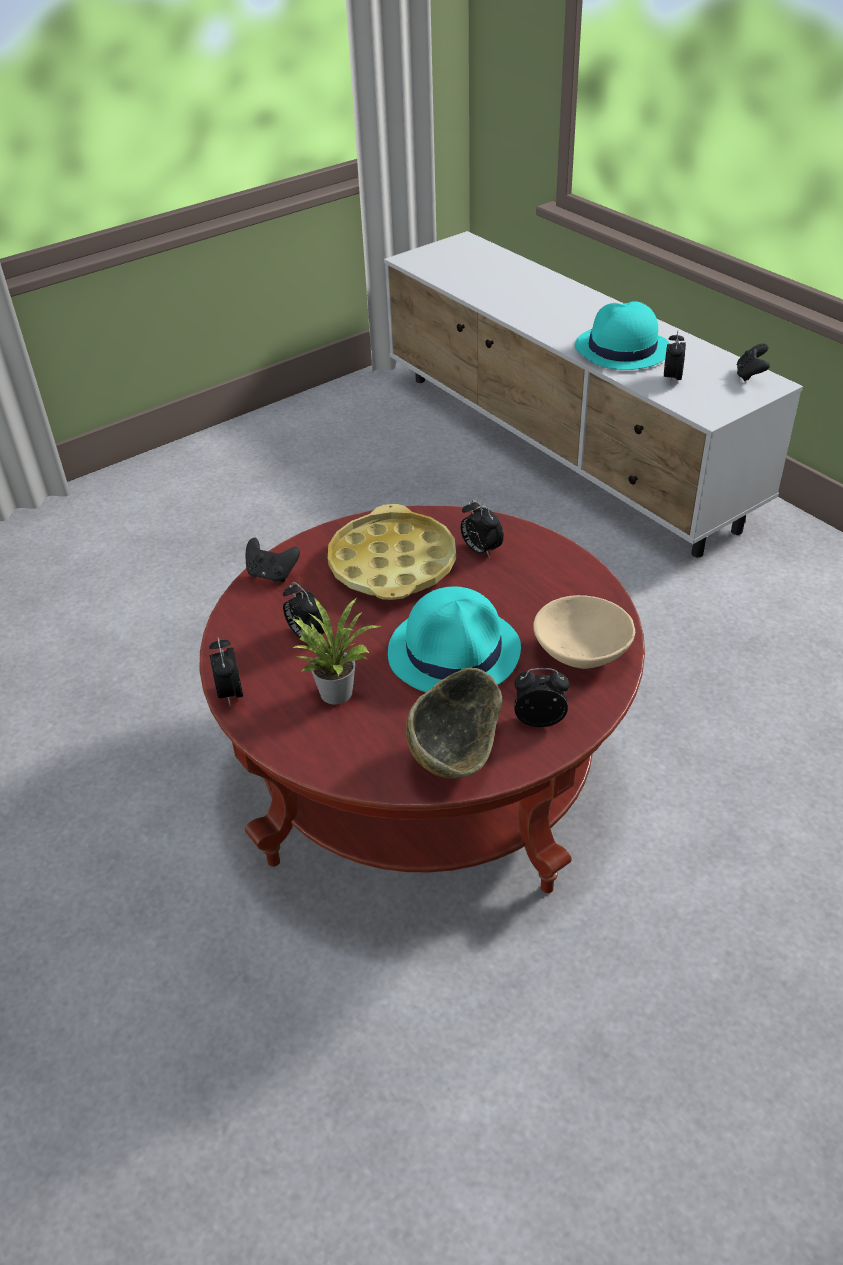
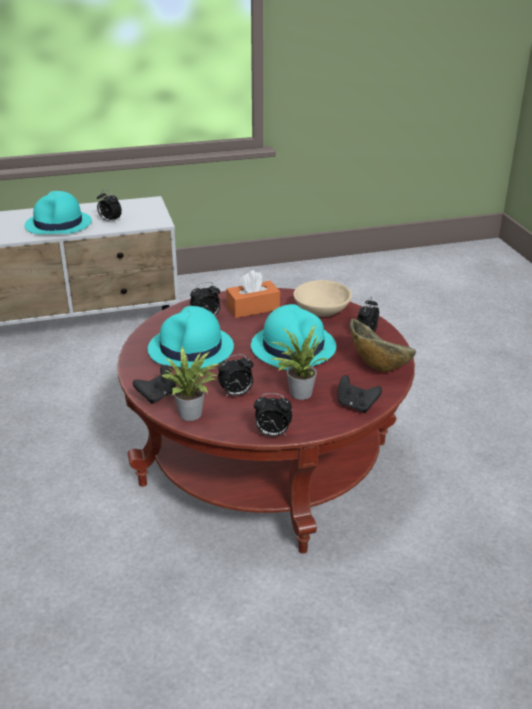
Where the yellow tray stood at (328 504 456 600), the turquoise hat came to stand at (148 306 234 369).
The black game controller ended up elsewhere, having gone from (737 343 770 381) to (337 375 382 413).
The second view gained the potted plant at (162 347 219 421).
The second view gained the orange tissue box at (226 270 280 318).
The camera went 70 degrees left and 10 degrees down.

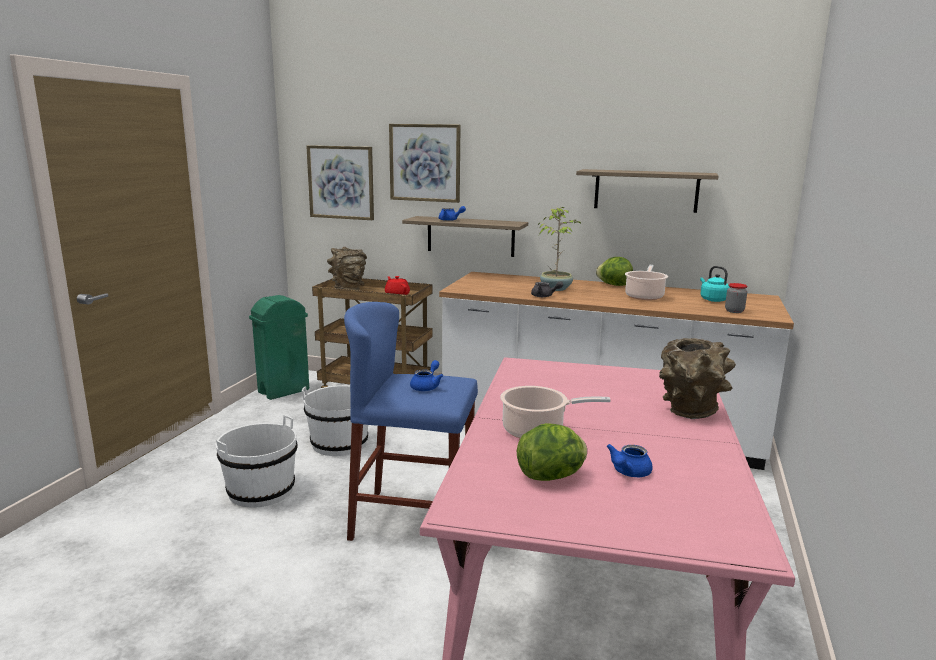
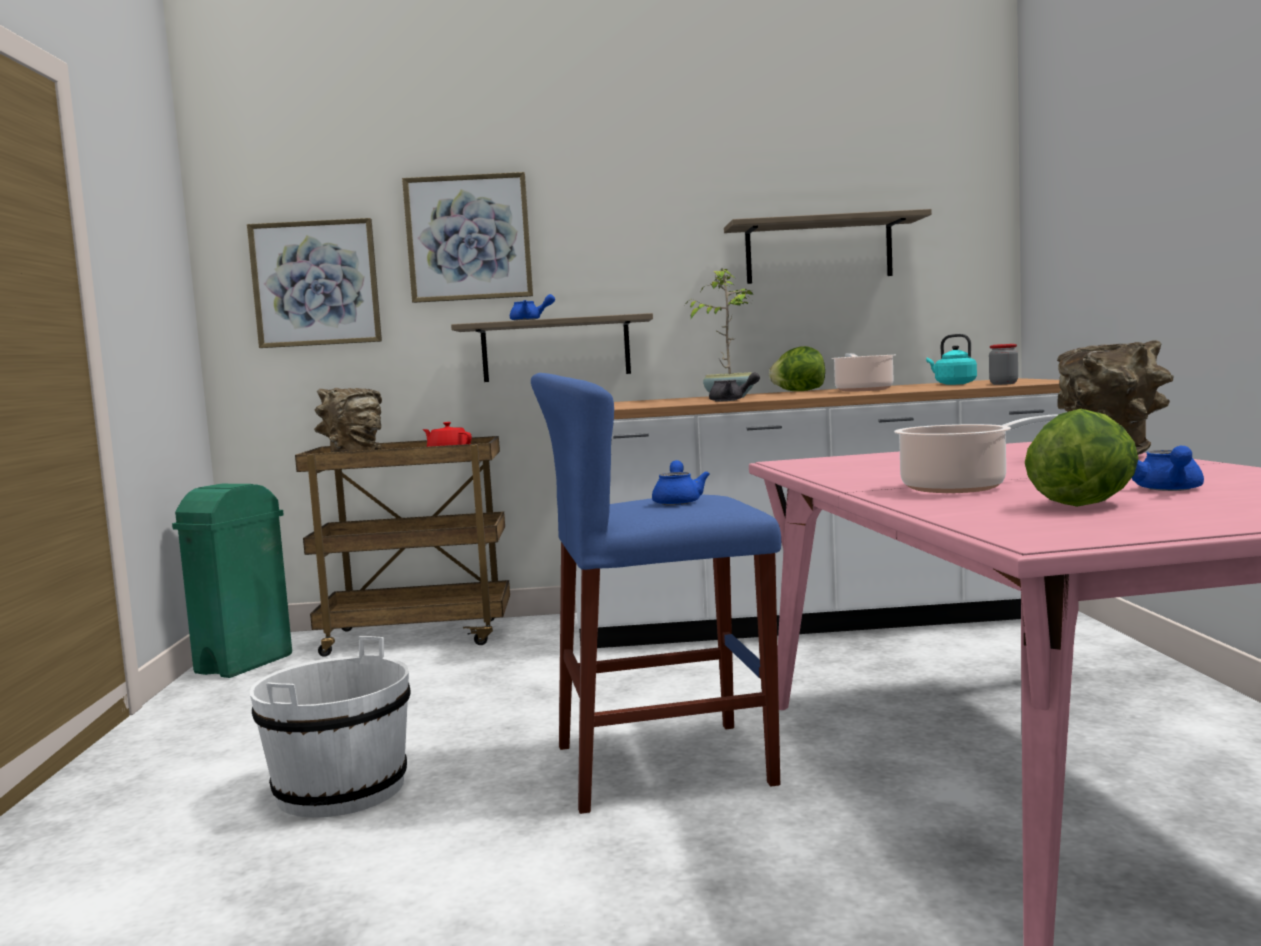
The second view lost the white bucket at (302 385 368 456).
The camera went 20 degrees left and 10 degrees down.

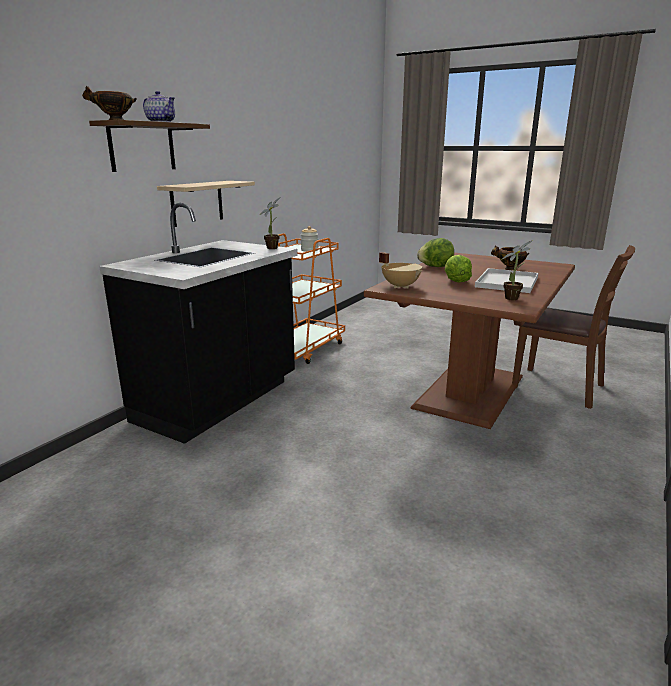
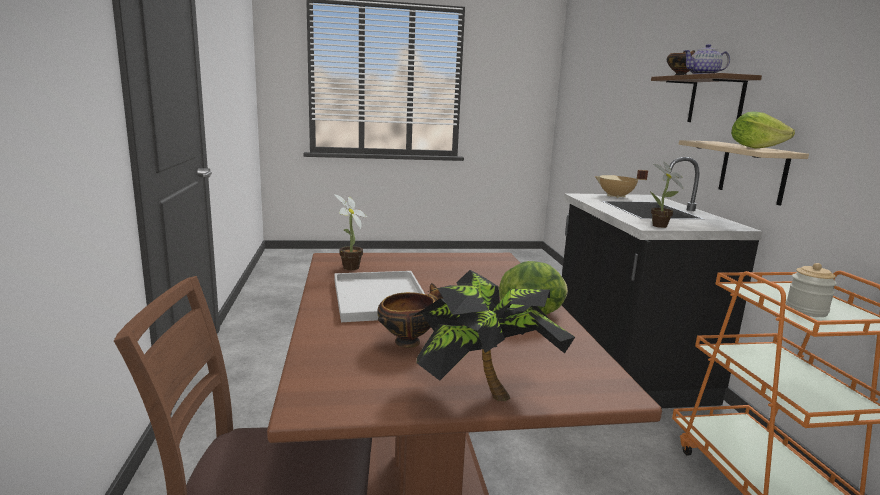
The beige cooking pot ended up elsewhere, having gone from (379 252 422 288) to (594 170 648 198).
The lettuce ended up elsewhere, having gone from (445 255 472 283) to (731 111 795 149).
The second view gained the potted plant at (414 270 575 401).
The camera went 140 degrees right and 5 degrees down.

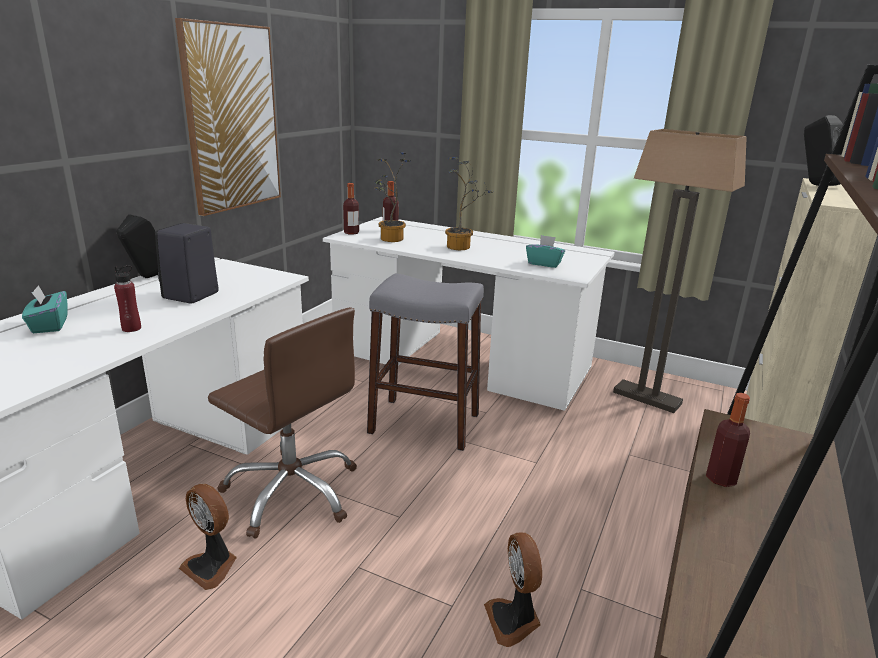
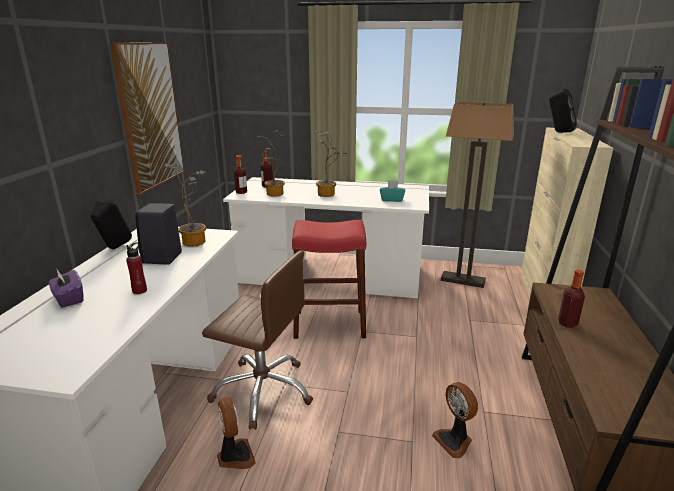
What was the turquoise tissue box at (22 285 68 333) turned into the purple tissue box at (49 270 83 308).
The fan at (179 484 237 590) ended up facing another way, 135 degrees counterclockwise from before.
What was the grey stool at (367 274 484 451) turned into the red stool at (292 220 366 339).
The second view gained the potted plant at (163 162 206 247).
The camera went 15 degrees left and 0 degrees up.

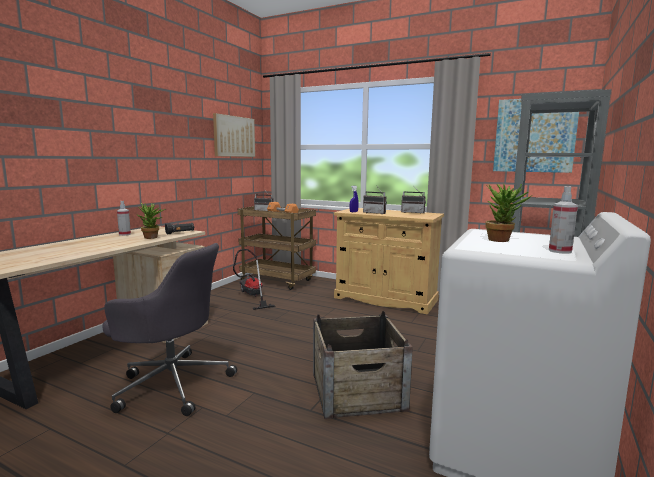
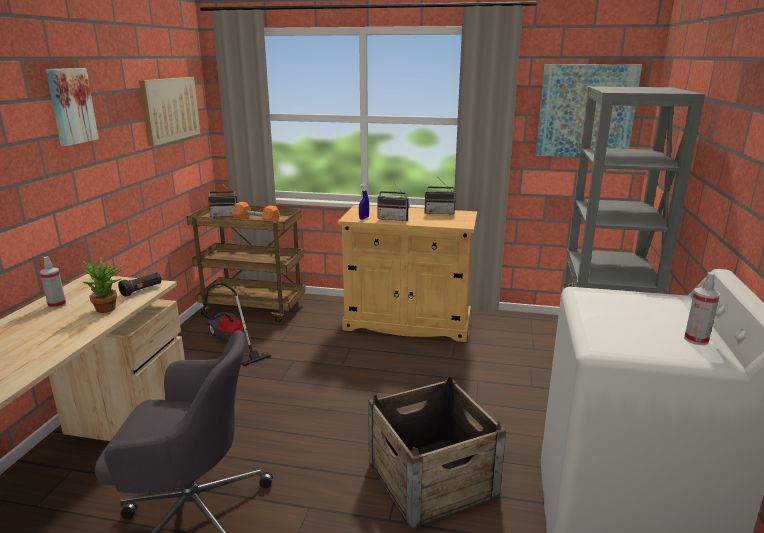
The second view lost the potted plant at (485 184 531 242).
The second view gained the picture at (46 68 99 146).
The camera went 15 degrees left and 10 degrees up.

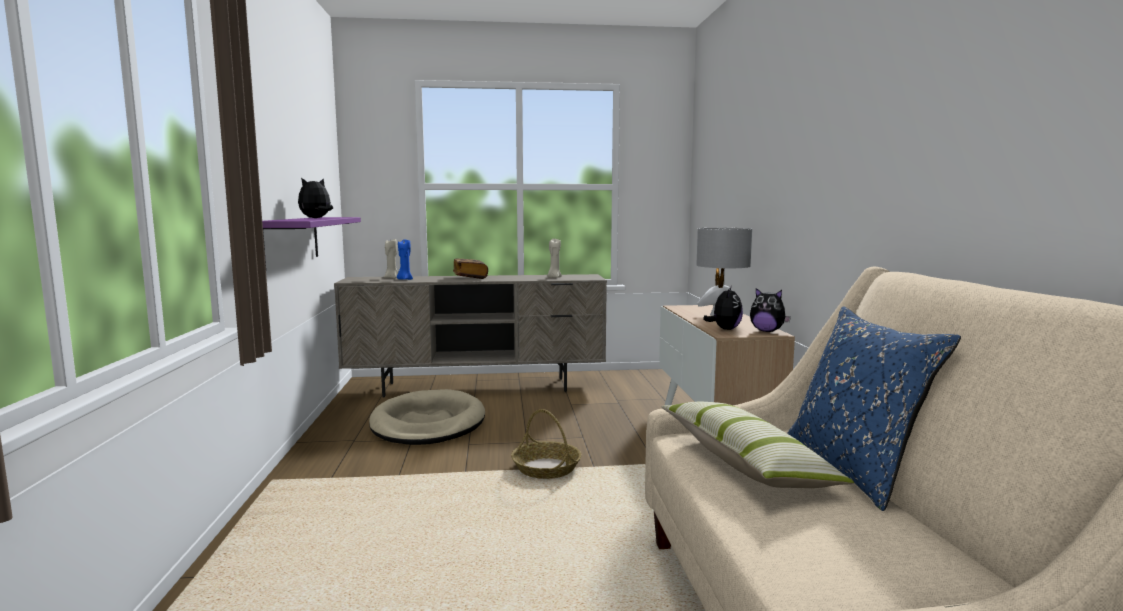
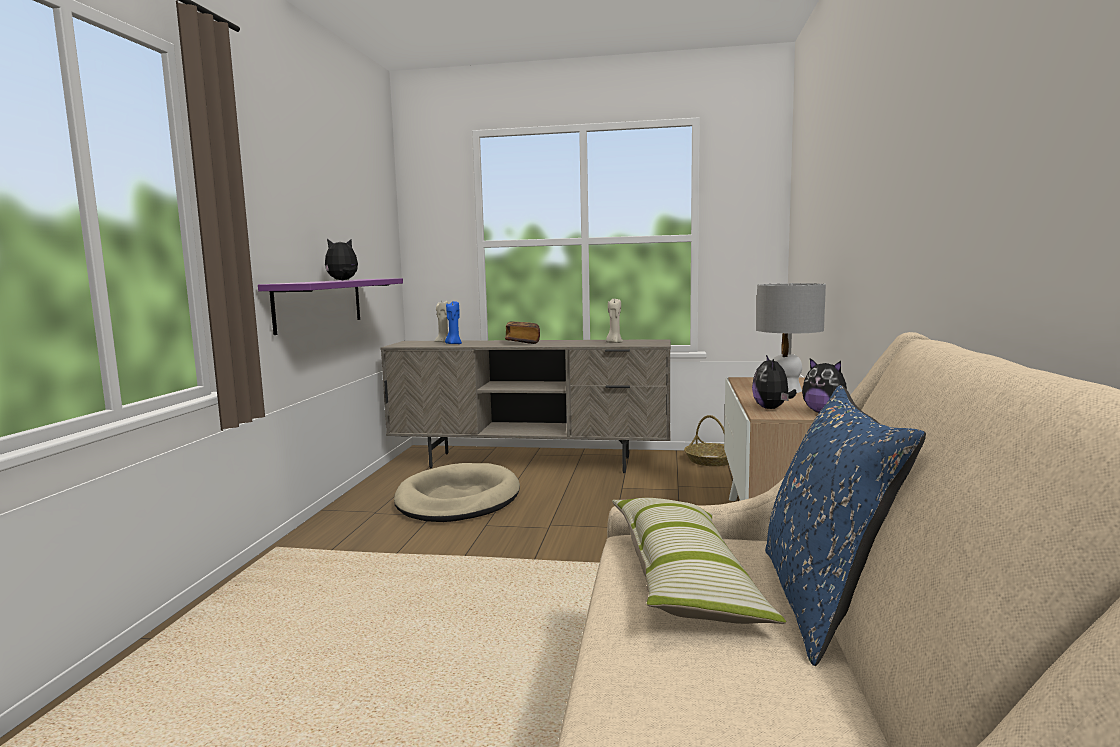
The basket ended up elsewhere, having gone from (511 409 582 479) to (684 415 729 466).
The plush toy at (703 287 743 330) ended up facing another way, 150 degrees clockwise from before.
The camera went 15 degrees right and 0 degrees up.

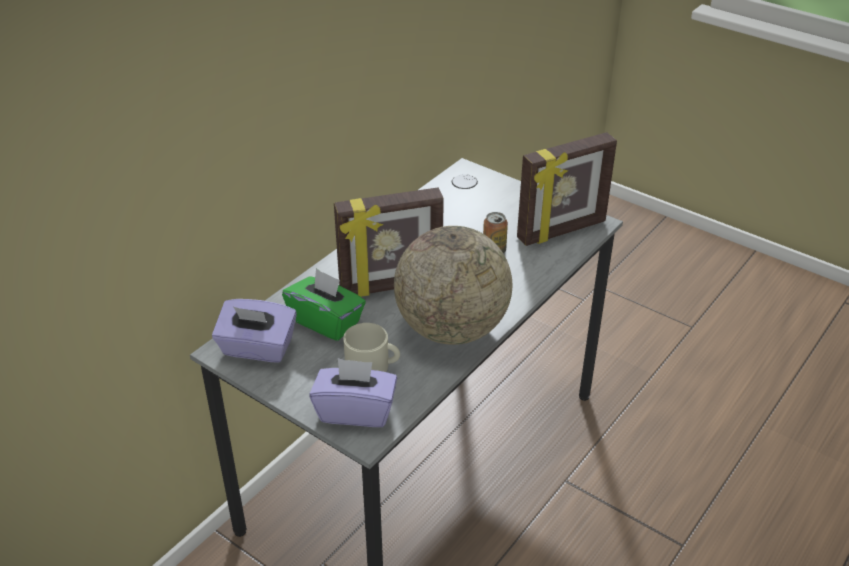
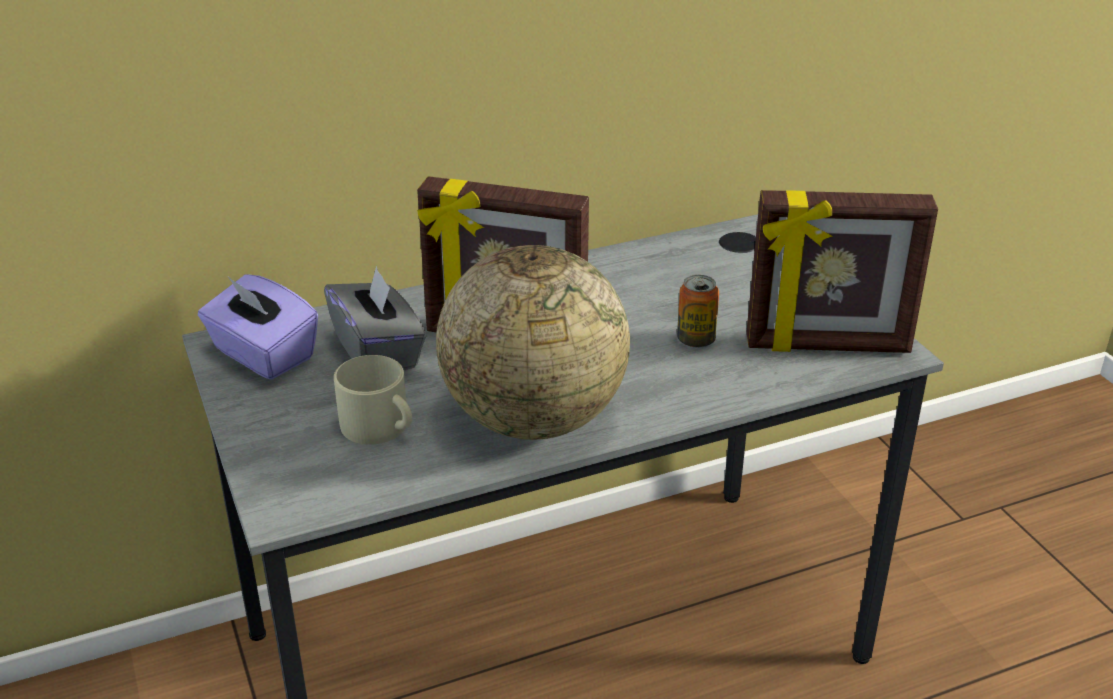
What was the green tissue box at (282 268 366 341) turned into the grey tissue box at (324 266 426 370).
The second view lost the purple tissue box at (309 358 397 427).
The camera went 30 degrees right and 5 degrees down.

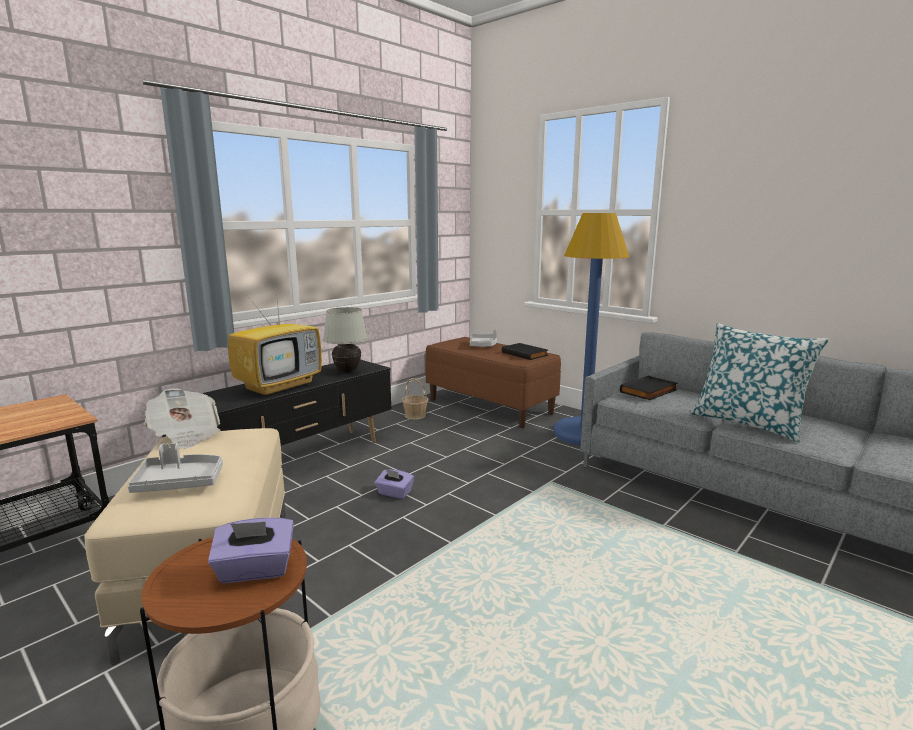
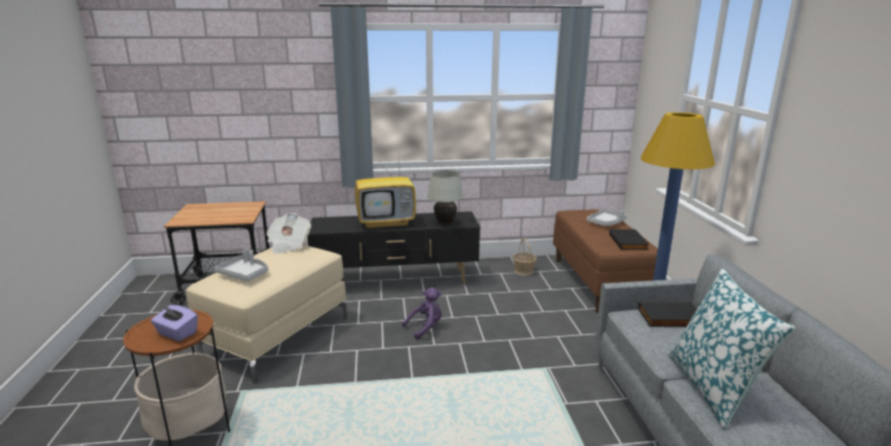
Where the purple tissue box stood at (375 469 414 499), the purple plush toy came to stand at (402 287 442 340).
The camera went 40 degrees right and 5 degrees up.

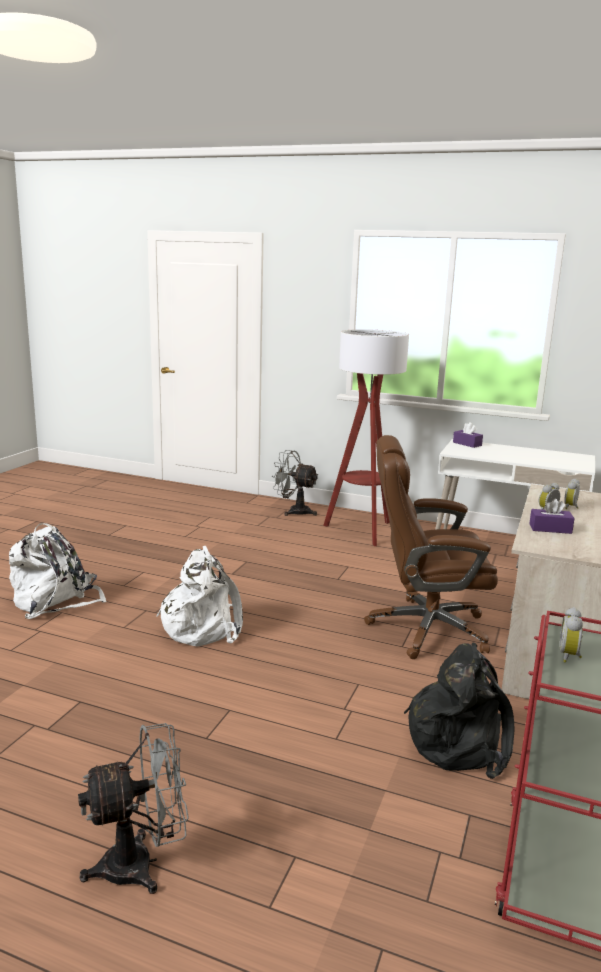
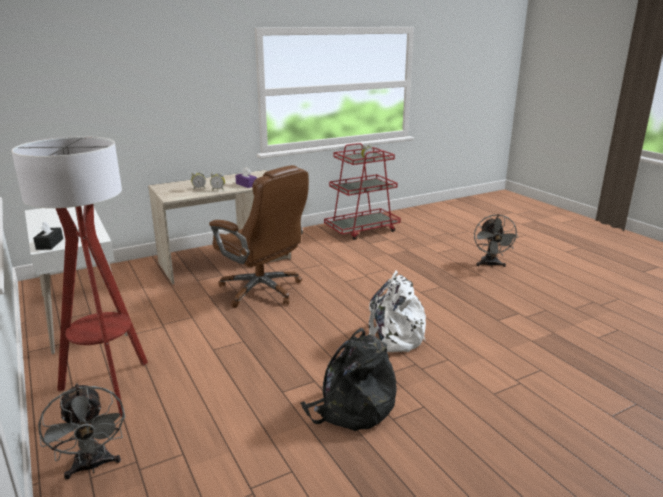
The second view lost the white backpack at (9 523 107 619).
The grey fan at (78 723 189 894) ended up facing another way, 105 degrees counterclockwise from before.
The black backpack ended up elsewhere, having gone from (404 643 514 779) to (300 328 397 431).
What was the purple tissue box at (453 422 483 448) turned into the black tissue box at (33 221 63 250).
The camera went 140 degrees left and 5 degrees up.

